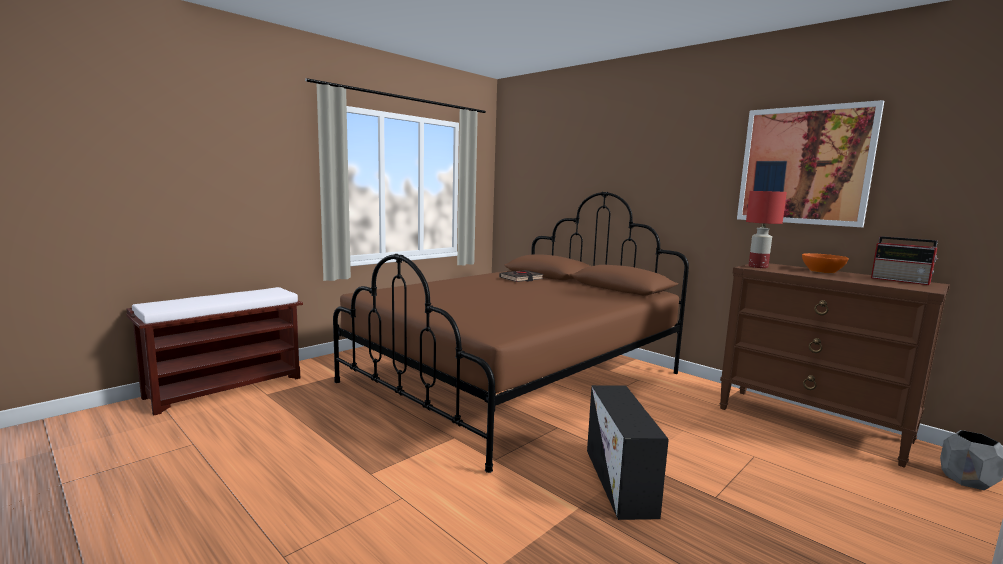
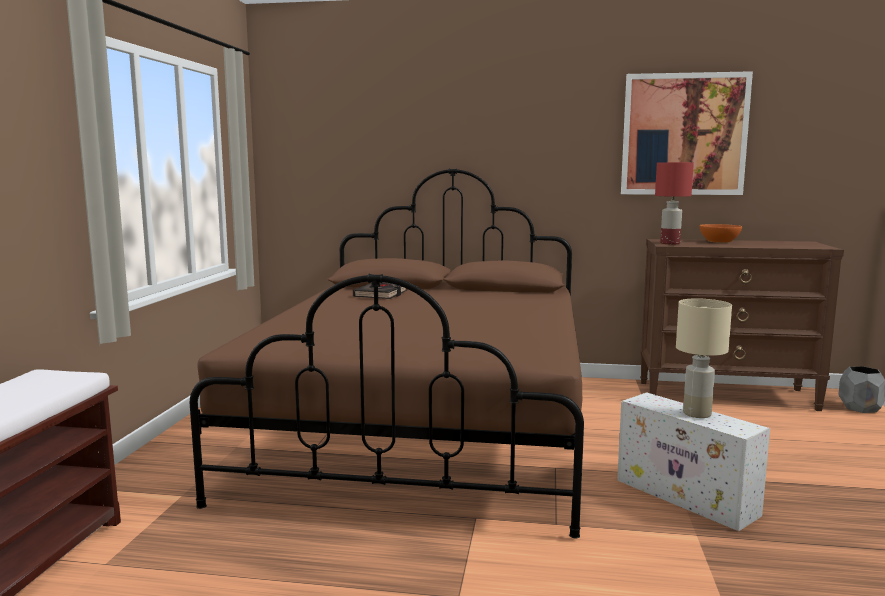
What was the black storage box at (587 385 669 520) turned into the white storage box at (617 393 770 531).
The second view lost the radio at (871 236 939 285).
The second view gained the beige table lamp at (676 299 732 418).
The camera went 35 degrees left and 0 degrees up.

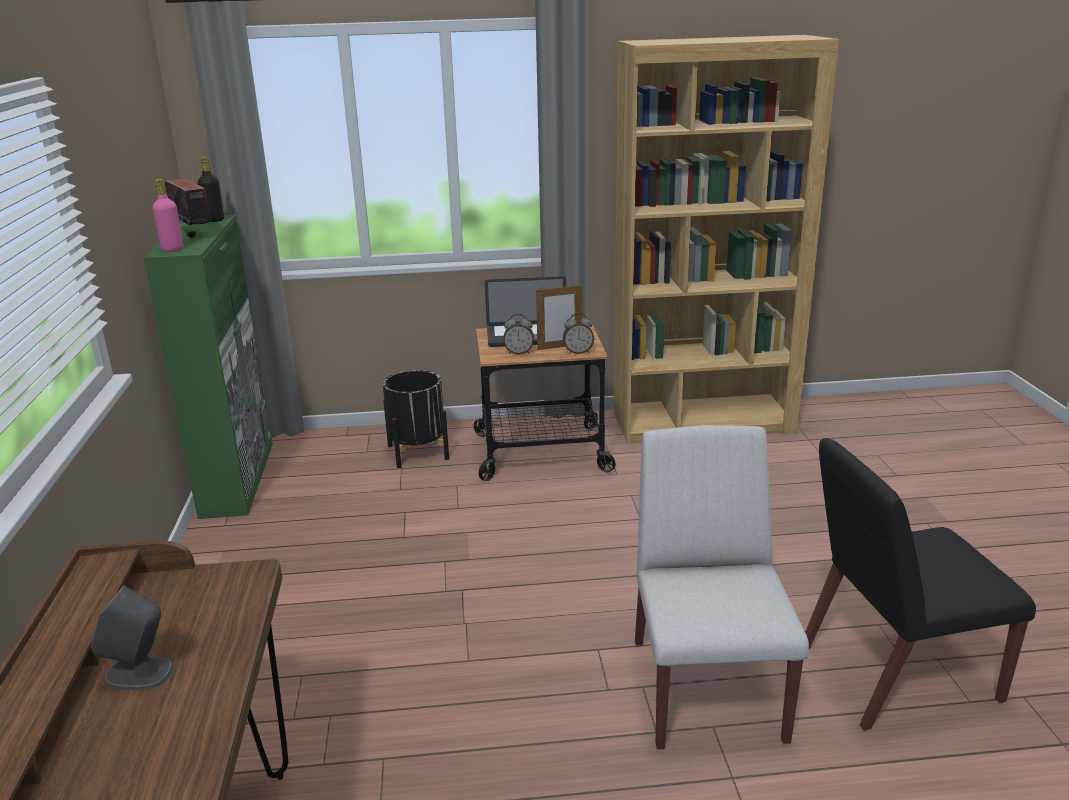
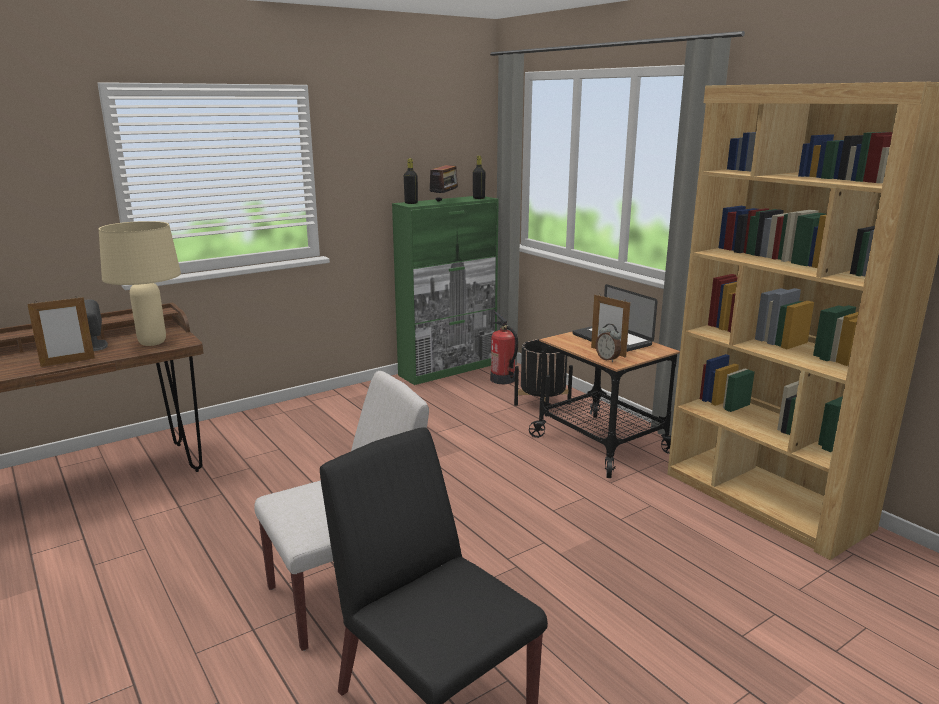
What was the pink bottle at (153 179 183 252) turned into the black bottle at (404 158 418 204).
The second view lost the alarm clock at (503 314 534 355).
The second view gained the picture frame at (27 297 95 367).
The second view gained the beige table lamp at (99 221 181 346).
The second view gained the fire extinguisher at (490 311 518 384).
The camera went 60 degrees right and 5 degrees down.

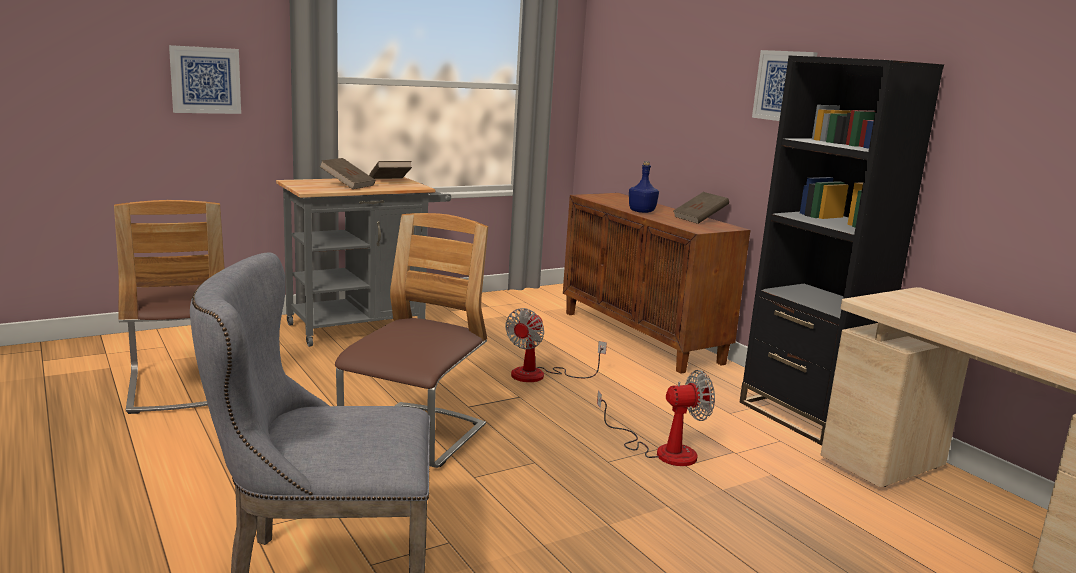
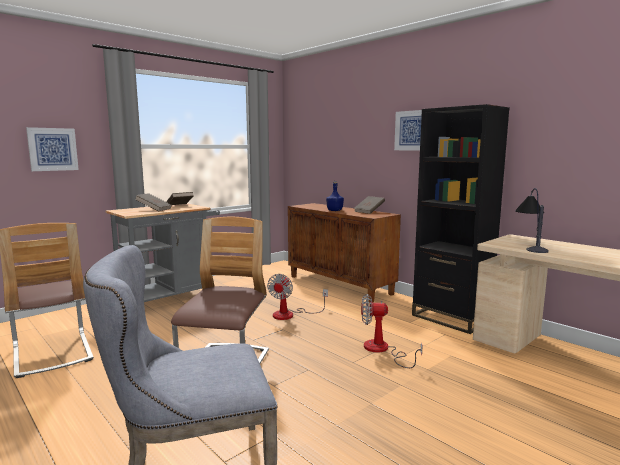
The fan at (597 370 715 466) ended up facing another way, 150 degrees counterclockwise from before.
The second view gained the table lamp at (515 188 549 253).
The camera went 10 degrees left and 5 degrees down.

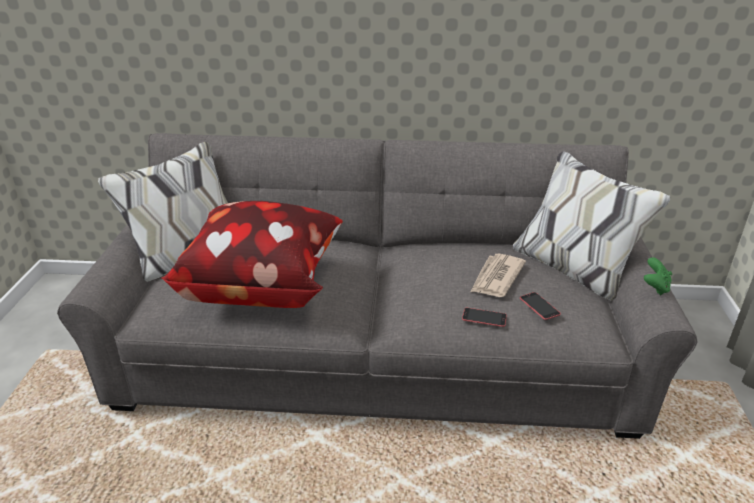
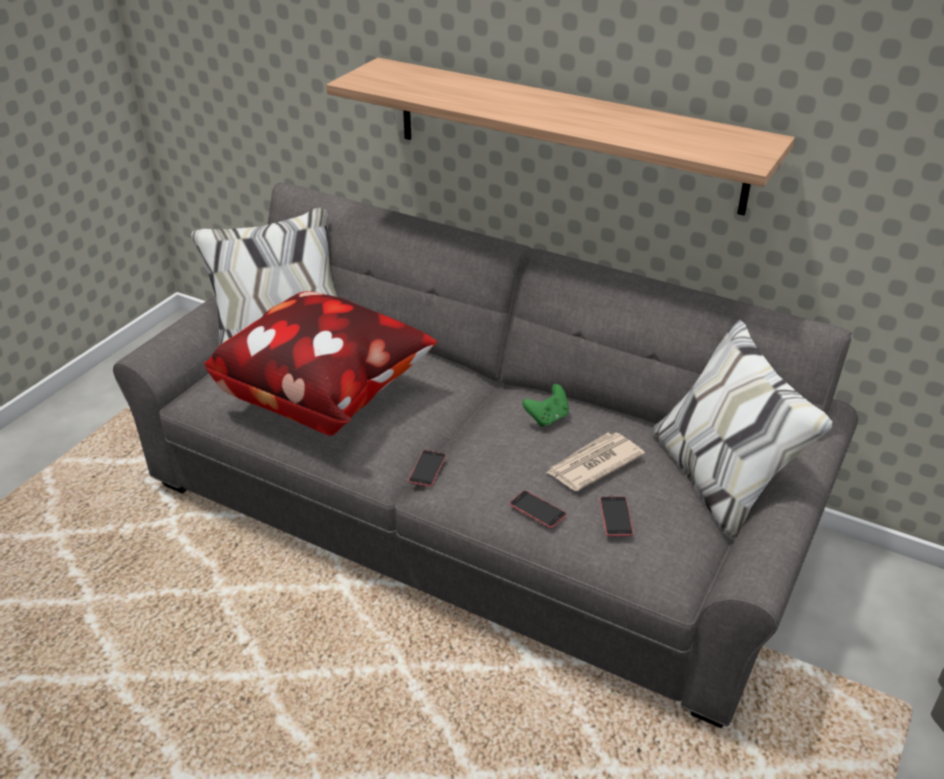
The green game controller ended up elsewhere, having gone from (644 257 672 295) to (522 384 569 427).
The second view gained the shelf at (326 58 795 216).
The second view gained the phone at (408 450 446 487).
The camera went 25 degrees right and 5 degrees up.

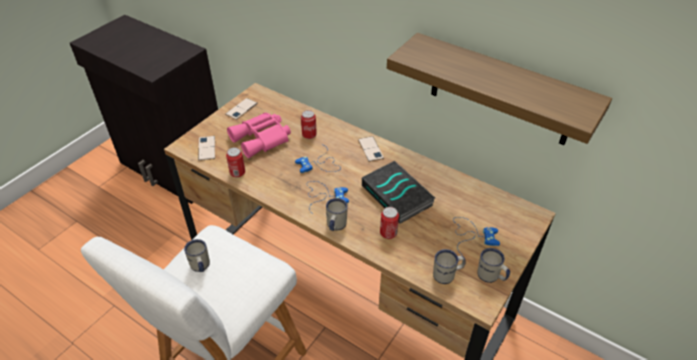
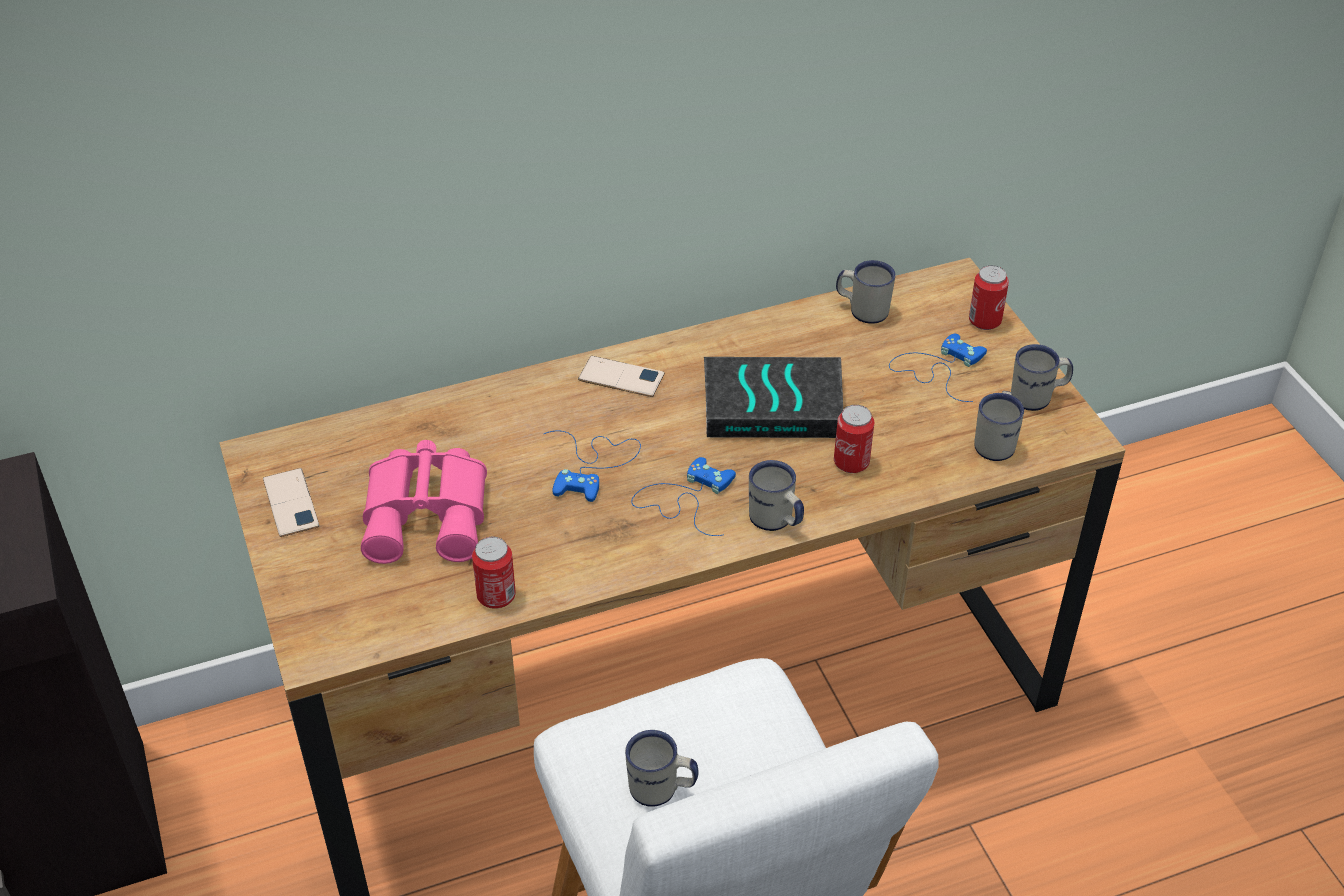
The second view lost the phone at (198 136 215 161).
The can ended up elsewhere, having gone from (301 110 317 139) to (969 265 1009 330).
The second view lost the shelf at (387 33 612 145).
The second view gained the white mug at (836 260 896 324).
The camera went 55 degrees left and 0 degrees up.

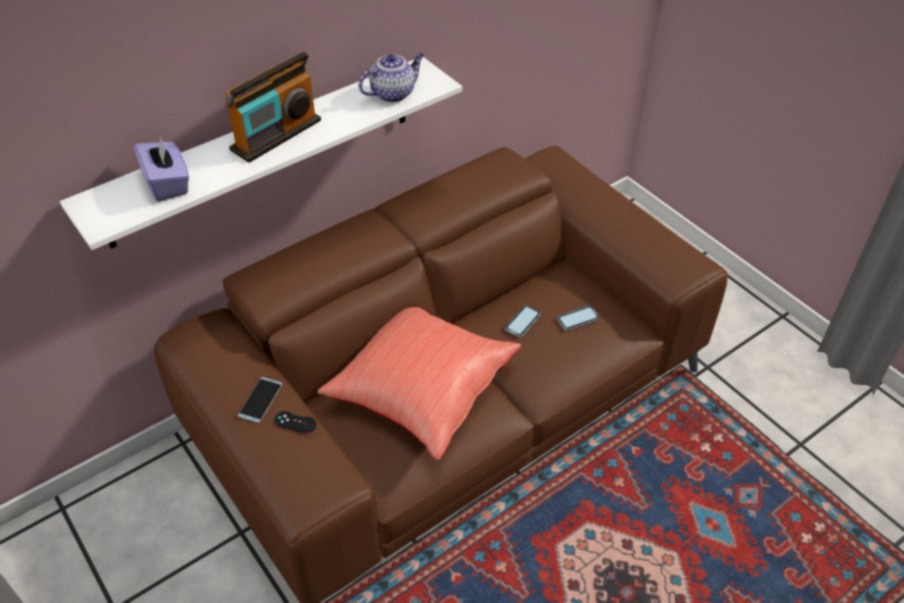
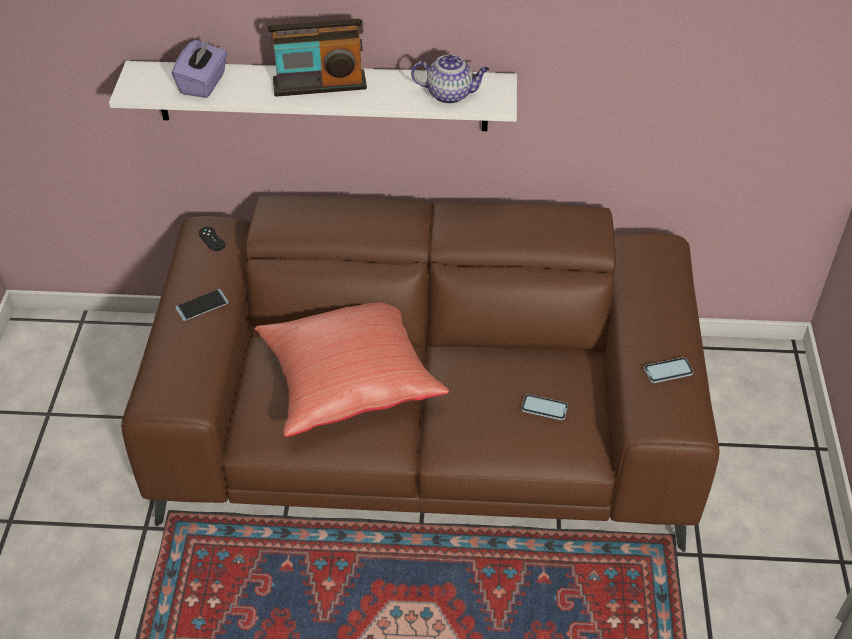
The black game controller ended up elsewhere, having gone from (274 411 316 433) to (199 227 225 251).
The phone ended up elsewhere, having gone from (505 305 541 337) to (644 357 694 383).
The camera went 40 degrees right and 0 degrees up.

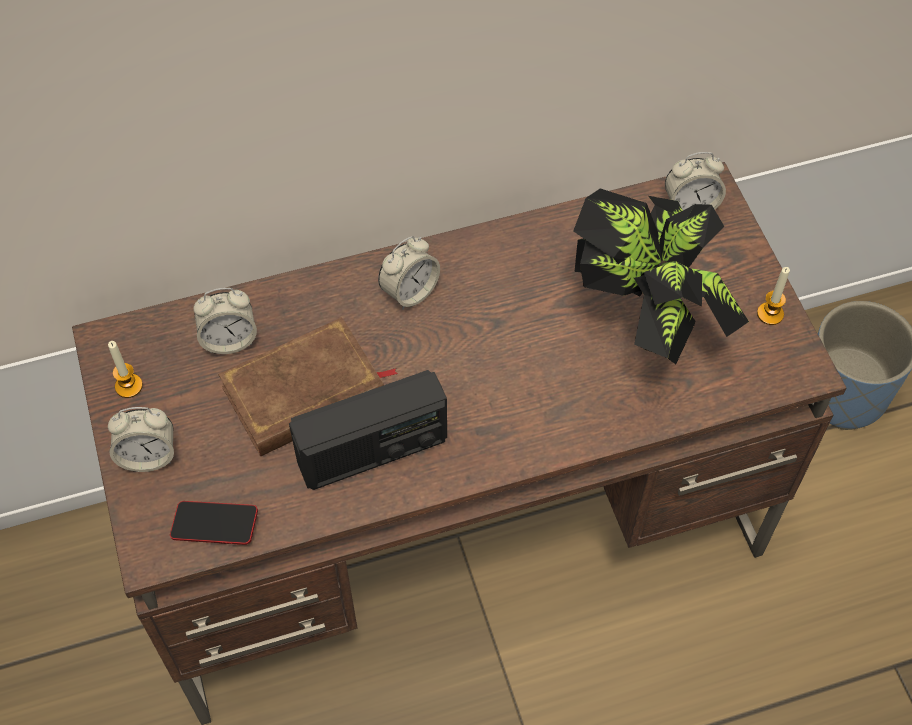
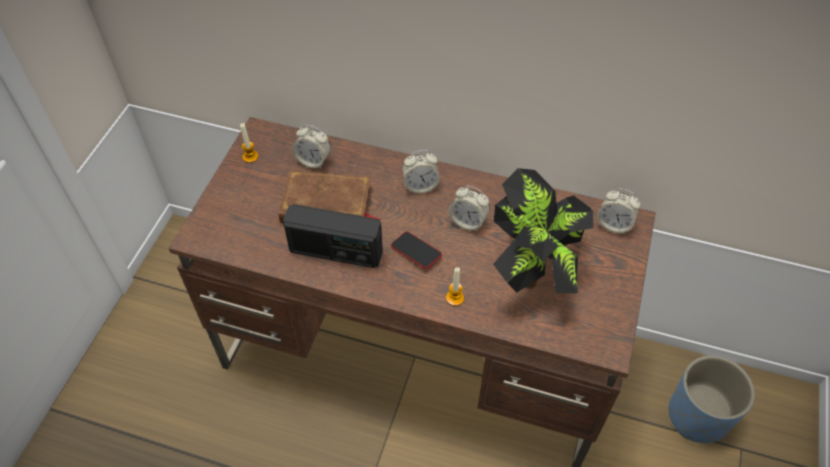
The alarm clock ended up elsewhere, having gone from (108 407 174 472) to (449 186 490 232).
The phone ended up elsewhere, having gone from (170 501 258 545) to (391 231 442 269).
The candle ended up elsewhere, having gone from (757 267 790 325) to (446 267 464 306).
The camera went 35 degrees right and 5 degrees down.

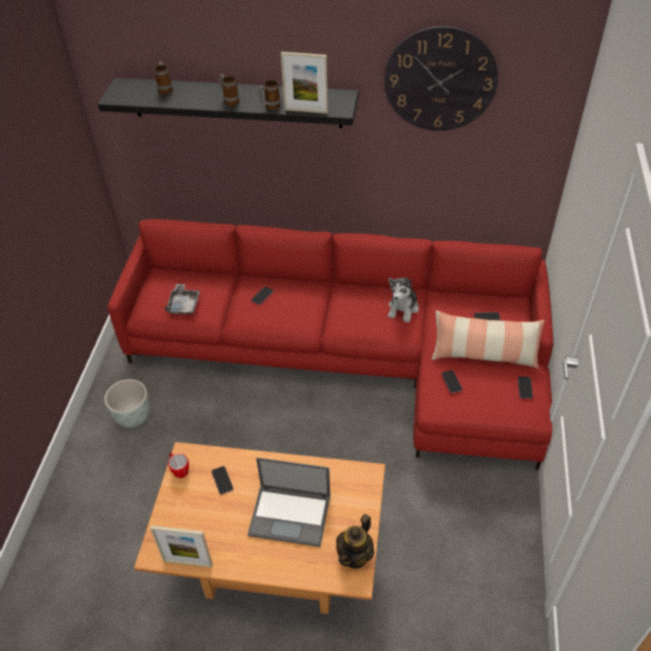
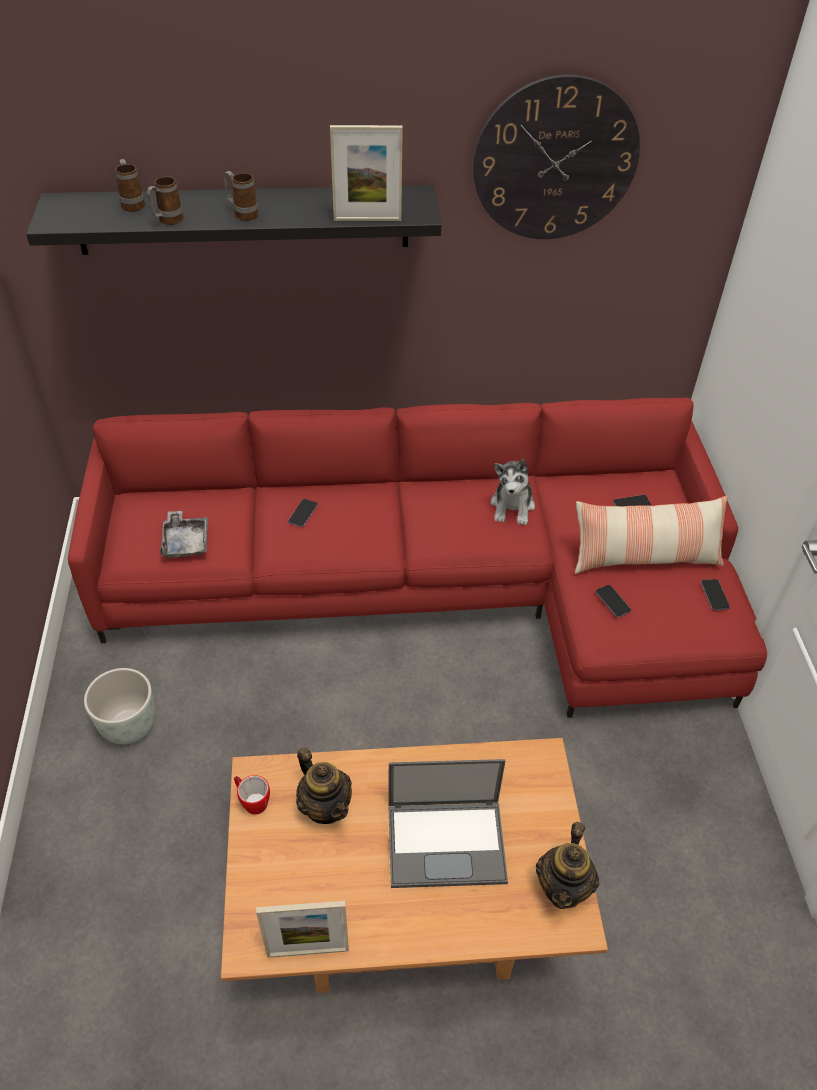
Where the phone stood at (212 466 233 494), the teapot came to stand at (296 747 352 824).
The mug ended up elsewhere, having gone from (259 80 281 110) to (147 176 183 225).
The camera went 15 degrees left and 0 degrees up.

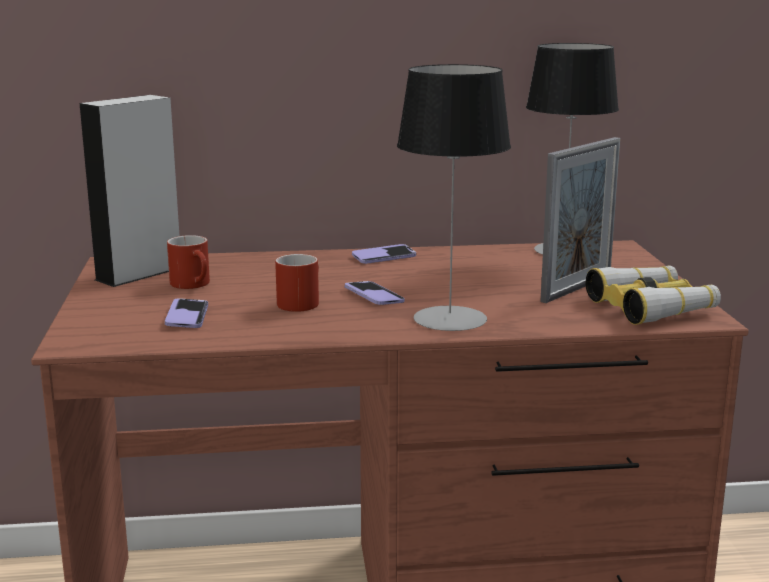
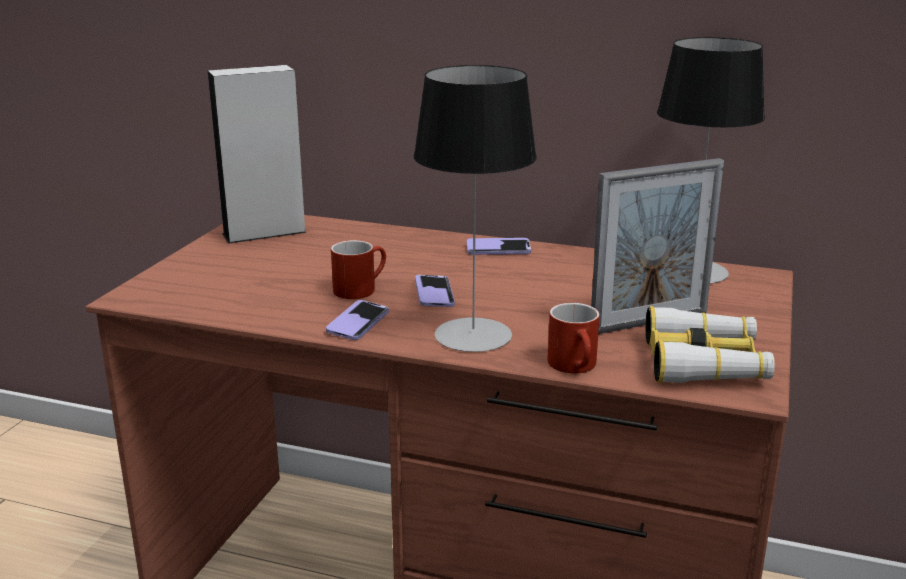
The phone ended up elsewhere, having gone from (165 298 208 328) to (326 300 389 340).
The red mug ended up elsewhere, having gone from (167 235 210 289) to (547 303 600 373).
The camera went 25 degrees right and 5 degrees up.

